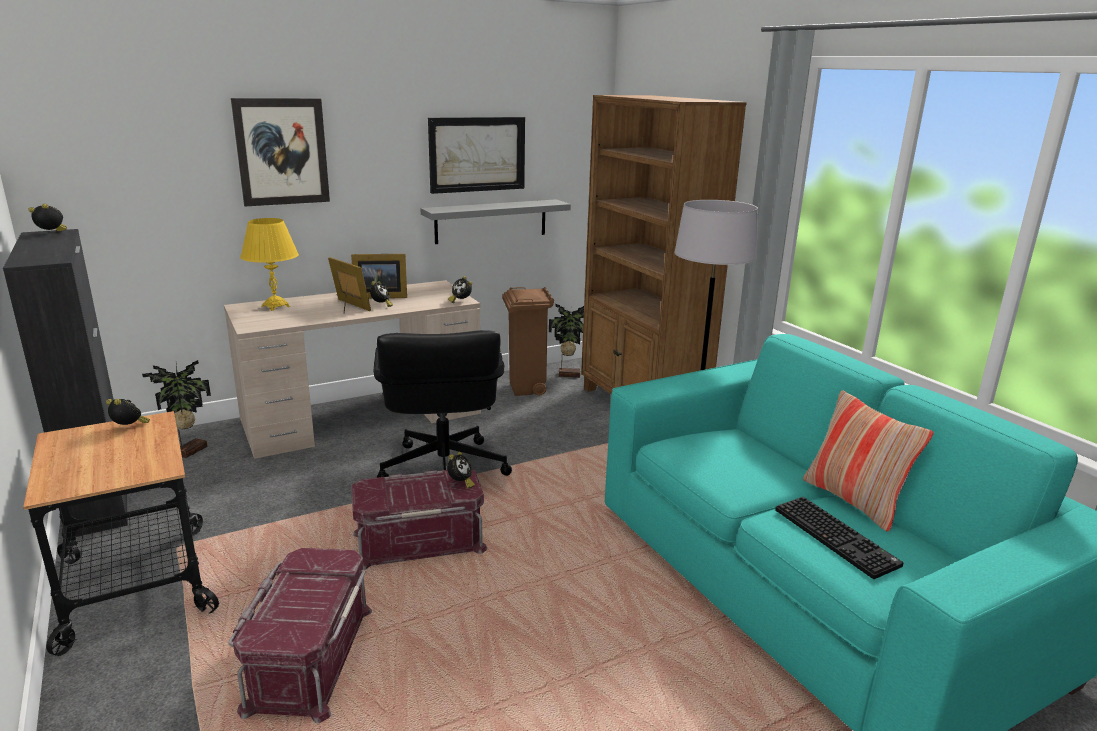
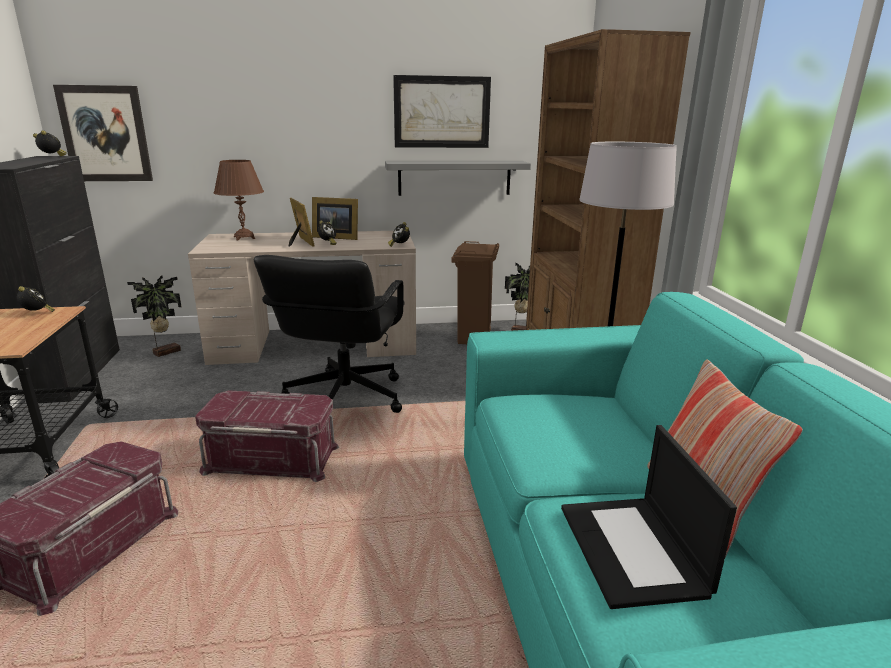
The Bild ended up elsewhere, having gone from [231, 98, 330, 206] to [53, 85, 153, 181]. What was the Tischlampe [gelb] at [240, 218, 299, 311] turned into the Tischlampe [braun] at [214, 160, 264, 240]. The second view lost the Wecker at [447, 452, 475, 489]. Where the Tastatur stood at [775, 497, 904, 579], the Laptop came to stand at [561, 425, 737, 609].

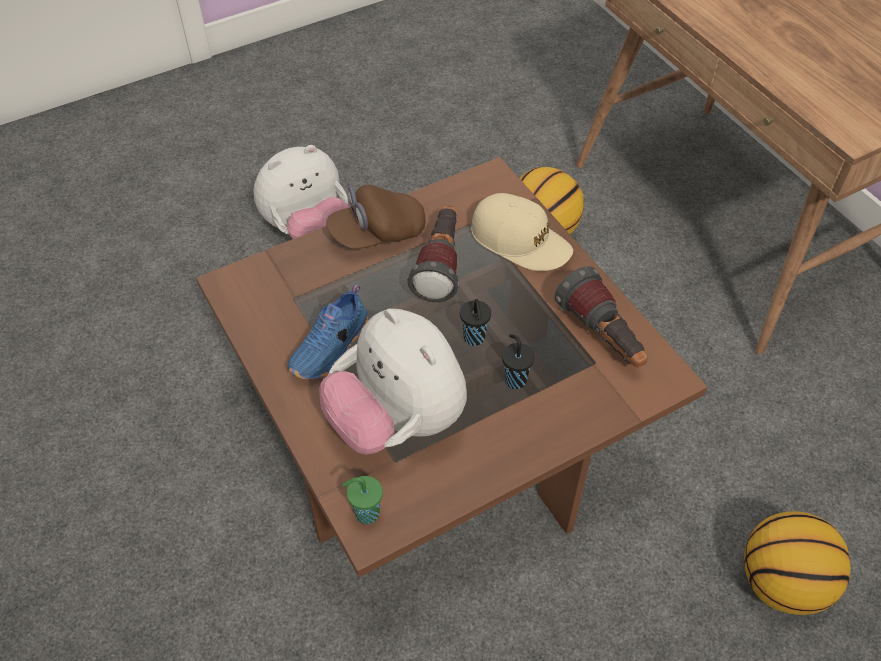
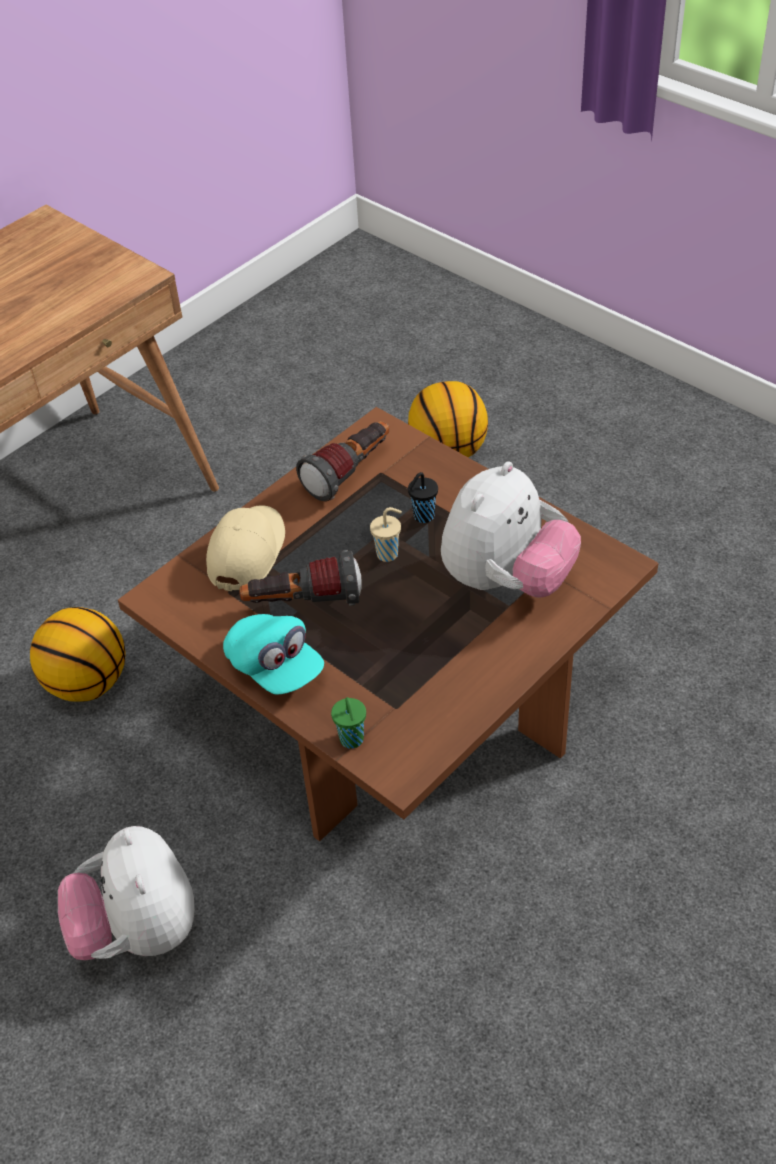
The Plüschtier at [254, 145, 349, 239] ended up facing another way, 150 degrees counterclockwise from before. The second view lost the Schuh [blau] at [288, 284, 368, 380]. What was the Kappe [braun] at [326, 184, 425, 249] turned into the Kappe [türkis] at [223, 614, 324, 695]. The Tasse [grün] ended up elsewhere, having gone from [342, 476, 383, 524] to [331, 697, 366, 749]. What was the Tasse [schwarz] at [460, 299, 491, 346] turned into the Tasse [beige] at [370, 507, 402, 562].

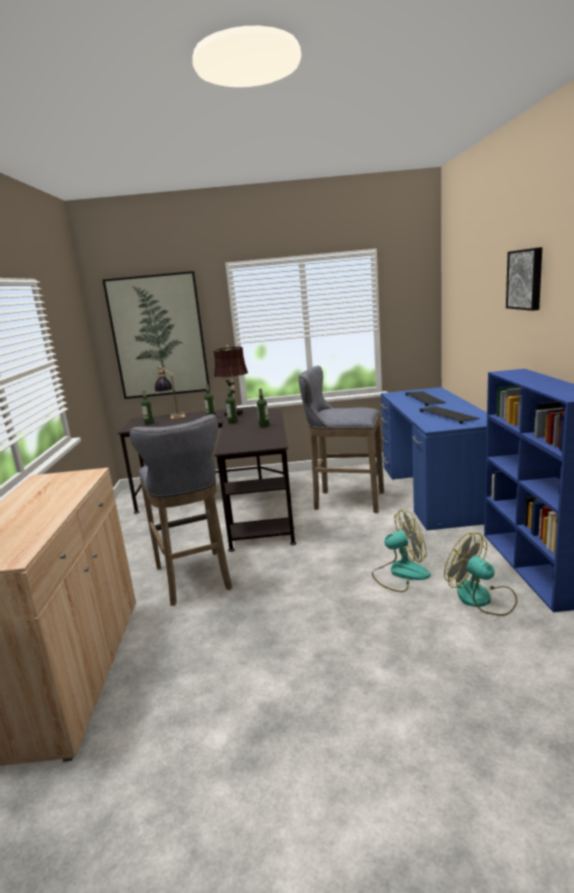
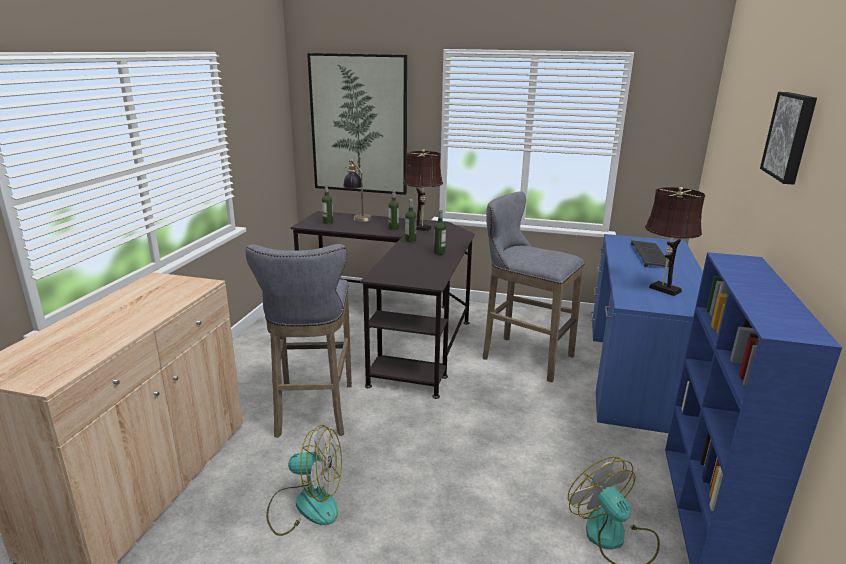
The Ventilator ended up elsewhere, having gone from [372, 510, 430, 592] to [266, 425, 342, 536]. Where the Tastatur stood at [420, 406, 480, 424], the Tischlampe [braun] came to stand at [645, 187, 705, 296].

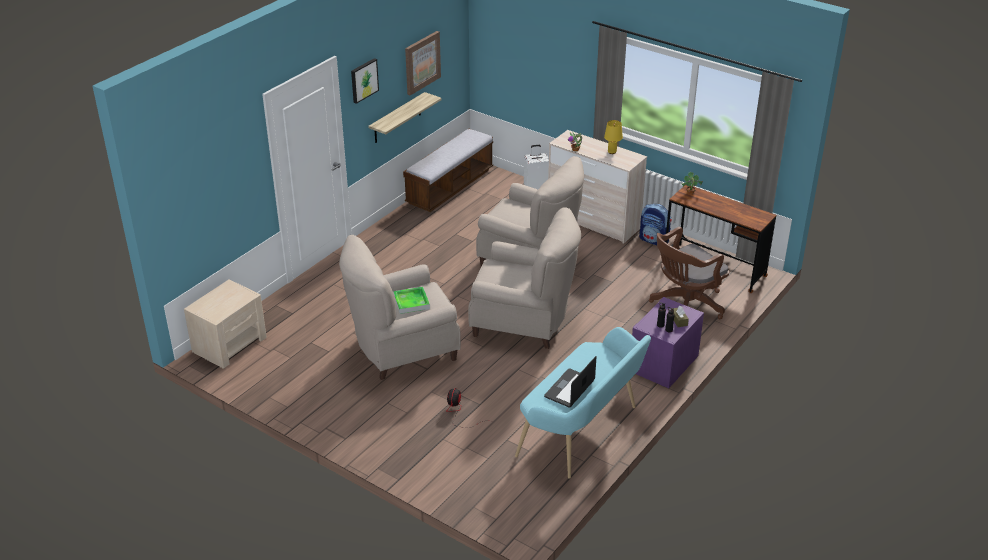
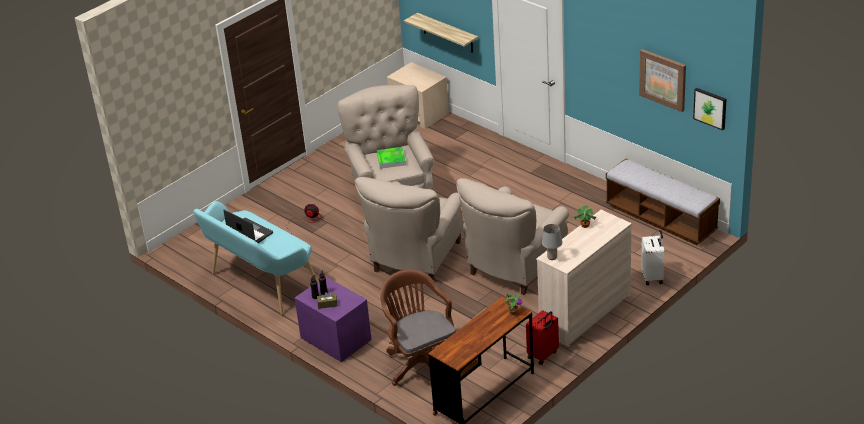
The Bild ended up elsewhere, having gone from [351, 58, 379, 104] to [693, 88, 726, 130]. The Wandregal ended up elsewhere, having gone from [368, 92, 442, 143] to [404, 13, 478, 53]. The second view lost the Tischlampe [gelb] at [604, 120, 623, 154]. Where the Rucksack stood at [639, 204, 672, 245], the Koffer [rot] came to stand at [526, 310, 559, 365]. The second view gained the Tischlampe [grau] at [542, 224, 562, 260].

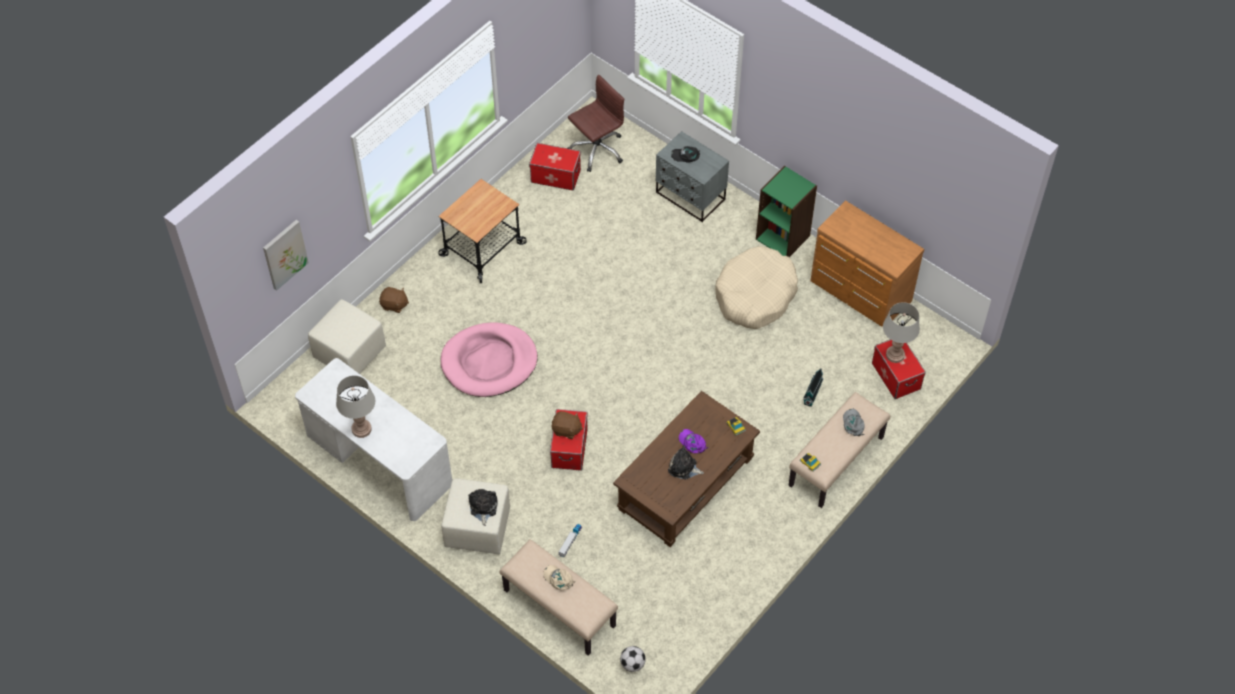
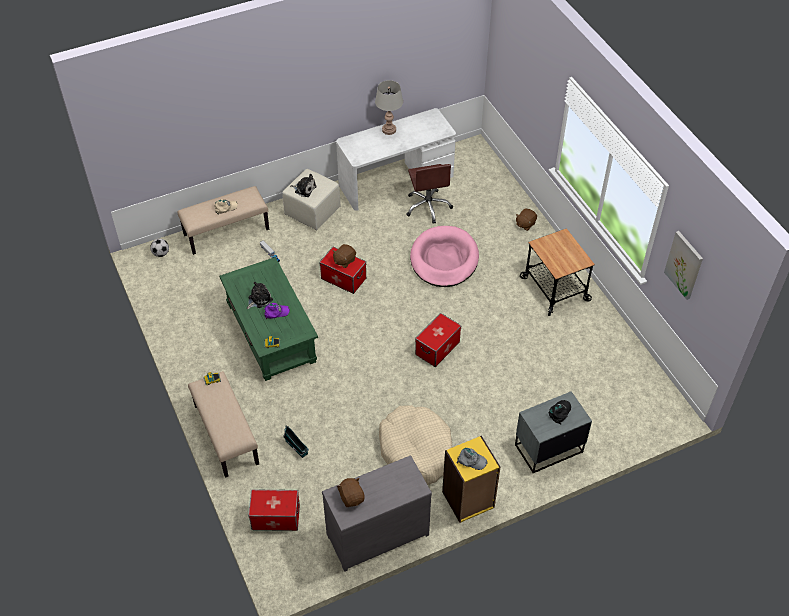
The Bild ended up elsewhere, having gone from [263, 220, 309, 291] to [664, 231, 703, 300]. The second view lost the Polsterhocker [beige] at [308, 299, 386, 374]. The Aufbewahrungsbox ended up elsewhere, having gone from [529, 143, 581, 191] to [415, 313, 461, 367]. The Bürostuhl [braun] ended up elsewhere, having gone from [568, 75, 624, 172] to [406, 164, 453, 224]. What was the Couchtisch [braun] at [613, 391, 760, 547] turned into the Couchtisch [grün] at [219, 257, 318, 381]. What was the Bücherregal [grün] at [756, 166, 817, 257] turned into the Bücherregal [gelb] at [442, 436, 500, 523]. What was the Kommode [braun] at [810, 200, 924, 327] turned into the Kommode [grau] at [322, 455, 432, 572]. The Kappe [grau] ended up elsewhere, having gone from [843, 409, 865, 436] to [456, 448, 487, 470]. The second view lost the Tischlampe [grau] at [883, 302, 920, 363]. The second view gained the Plüschtier [braun] at [337, 478, 365, 507].

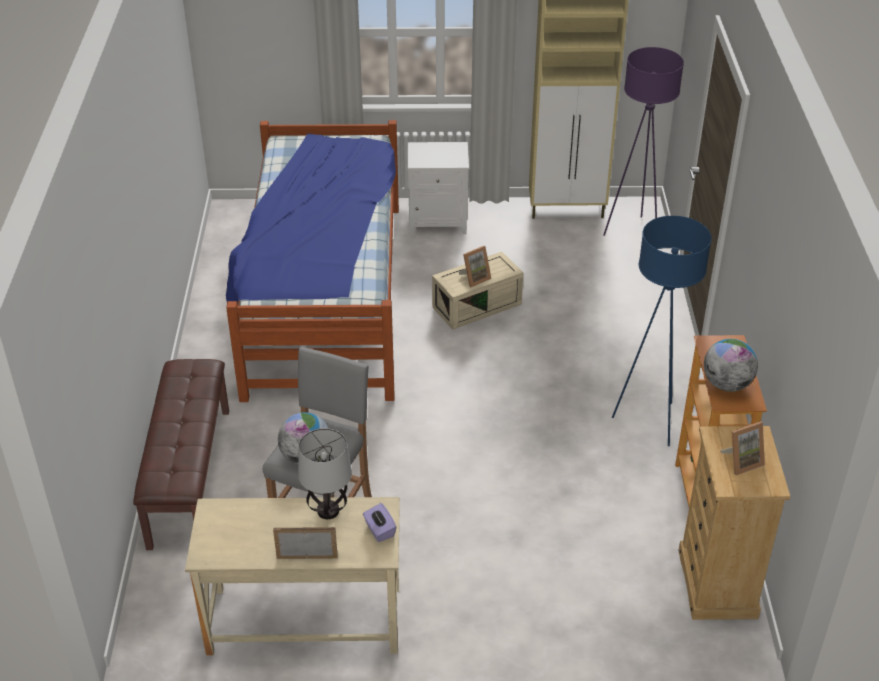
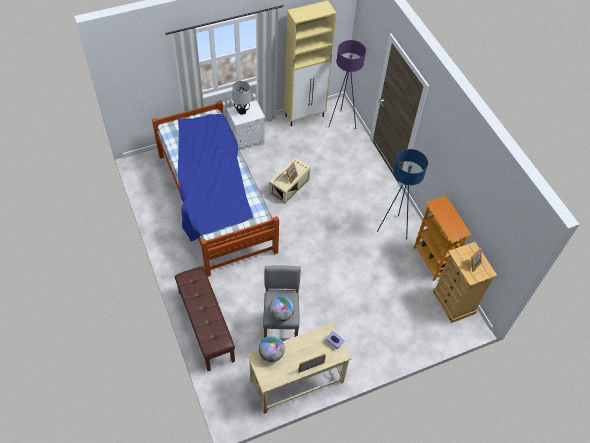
The Tischlampe ended up elsewhere, having gone from [298, 428, 352, 519] to [232, 81, 251, 115]. The Globus ended up elsewhere, having gone from [704, 339, 758, 392] to [259, 336, 285, 362].

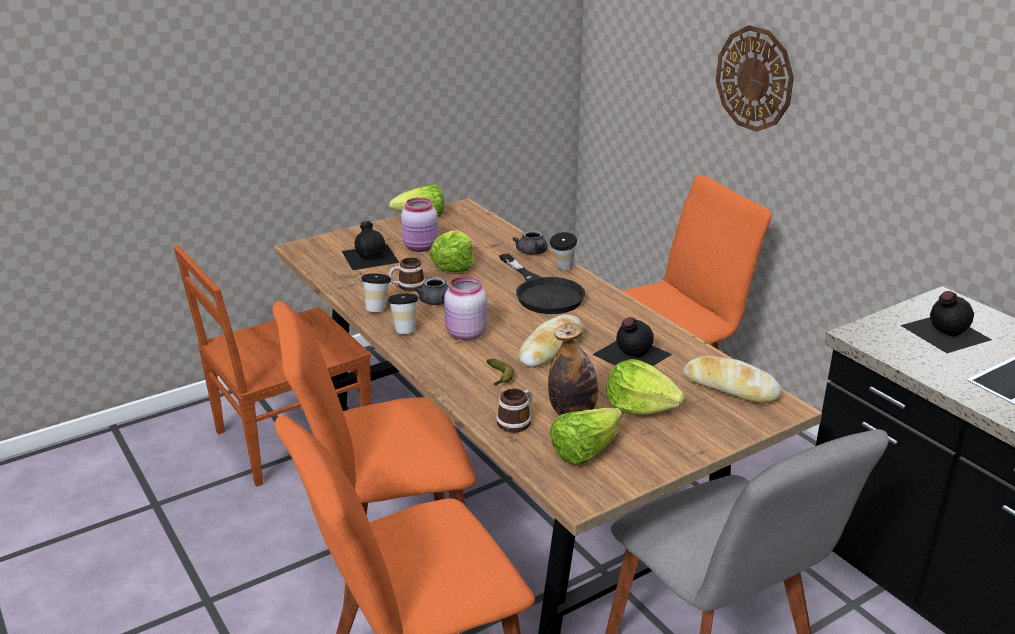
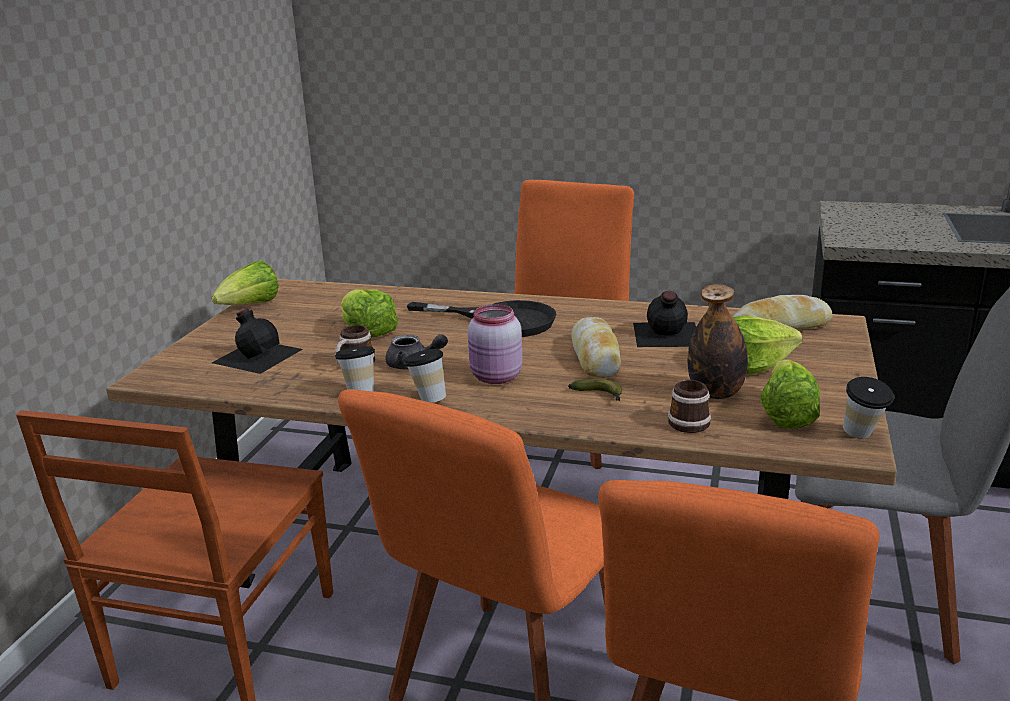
The second view lost the Vorratsglas [rosa] at [401, 198, 438, 252]. The second view lost the Teekanne [grau] at [513, 230, 548, 255]. The Tasse ended up elsewhere, having gone from [550, 232, 577, 270] to [843, 377, 894, 439]. The second view lost the Wanduhr at [716, 25, 794, 132]. The second view lost the Flasche [schwarz] at [900, 291, 992, 353].

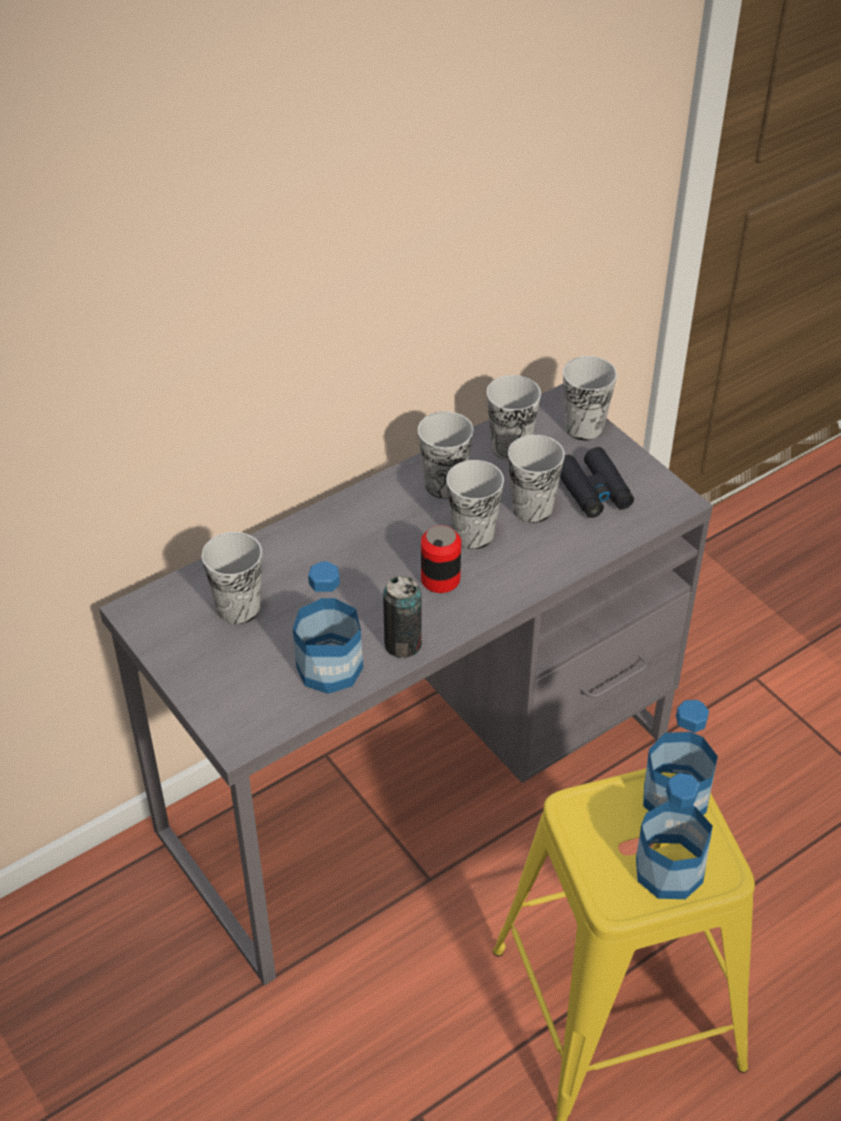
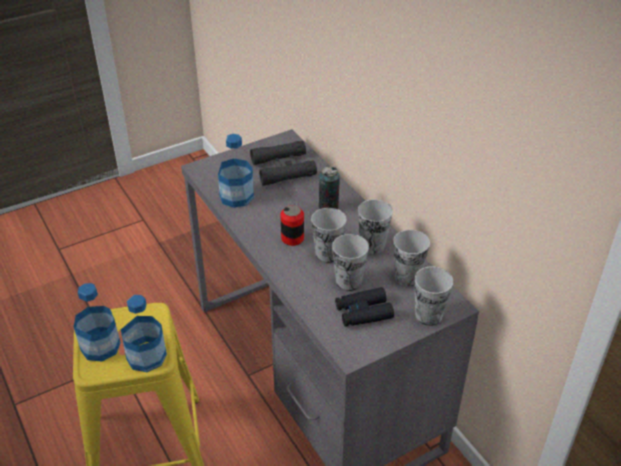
Where the Tasse stood at [202, 532, 262, 625], the Fernglas [schwarz] came to stand at [250, 141, 317, 186]. The Dose ended up elsewhere, having gone from [383, 575, 422, 658] to [318, 166, 340, 209].

